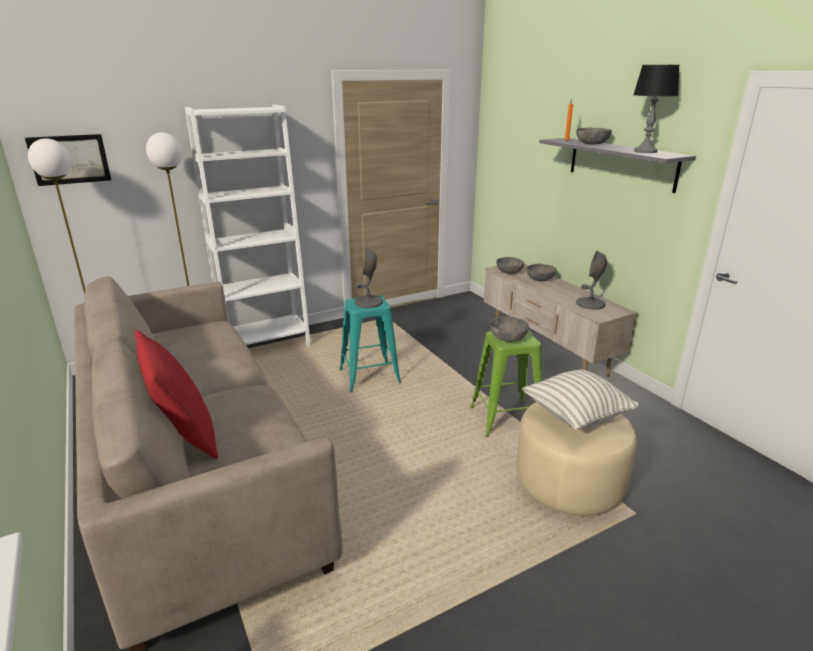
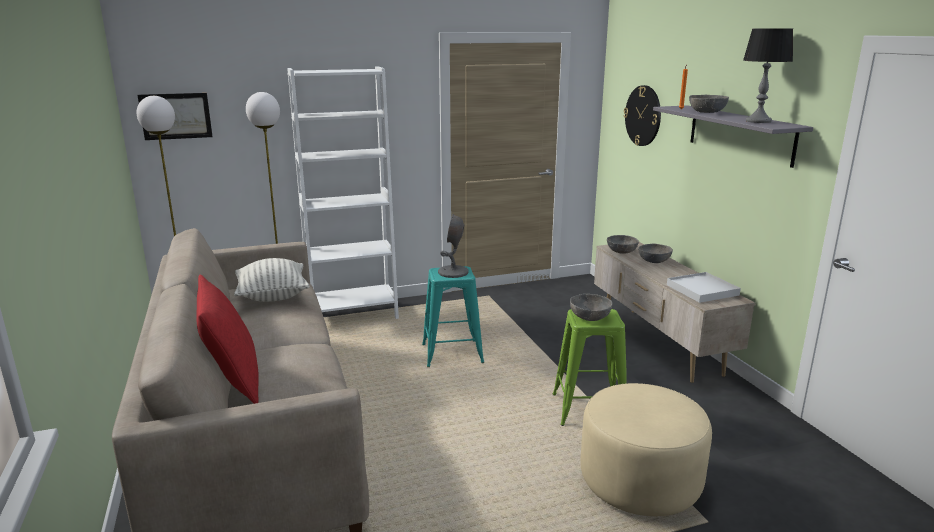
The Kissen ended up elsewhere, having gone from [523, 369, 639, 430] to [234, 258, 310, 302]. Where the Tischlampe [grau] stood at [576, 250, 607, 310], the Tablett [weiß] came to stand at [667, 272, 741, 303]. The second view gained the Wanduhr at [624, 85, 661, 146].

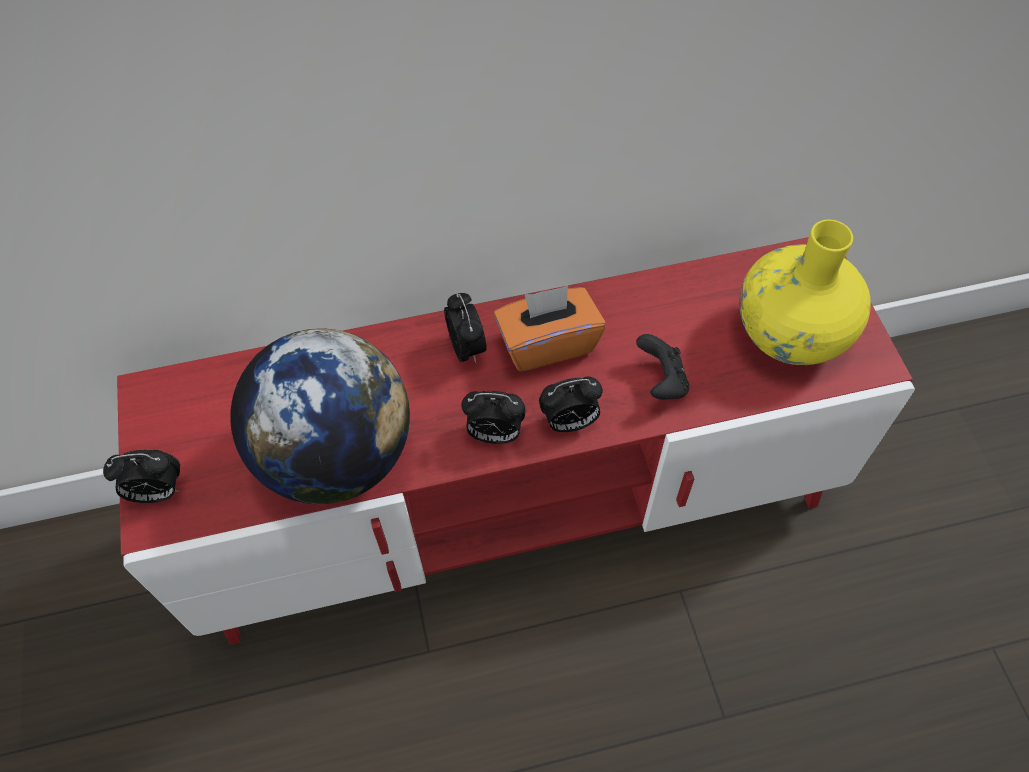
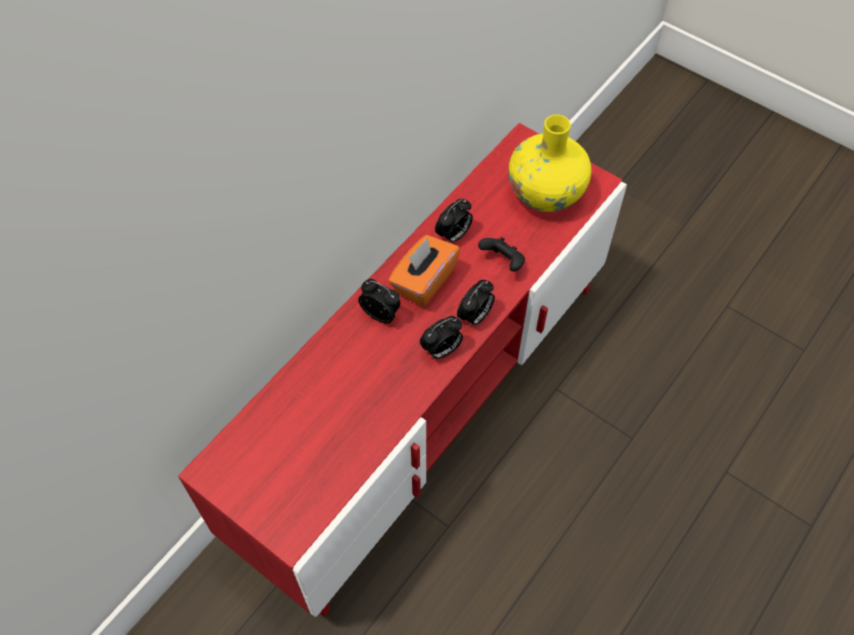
The Wecker ended up elsewhere, having gone from [103, 450, 180, 503] to [435, 199, 473, 242]. The second view lost the Globus at [230, 328, 410, 504].

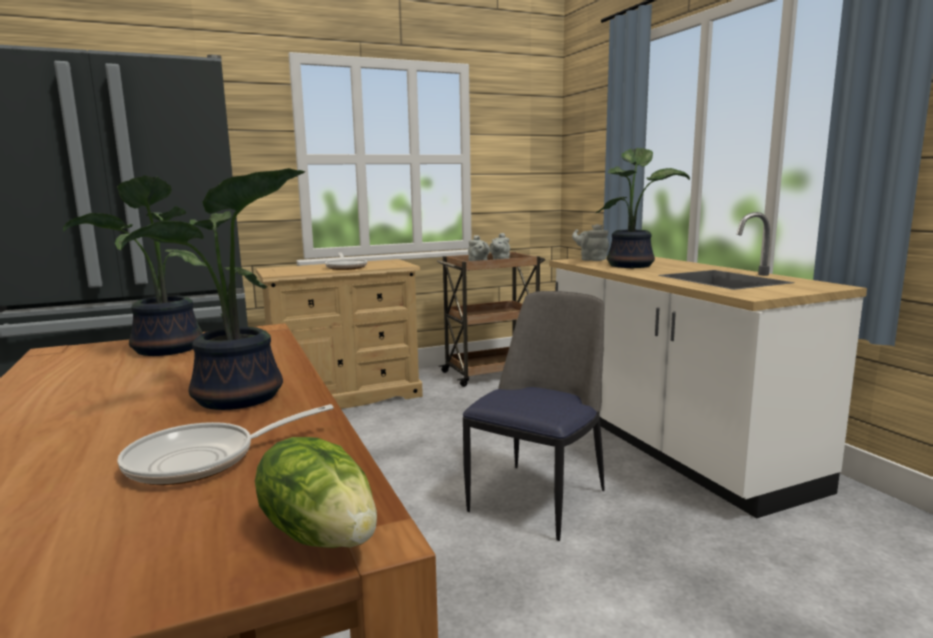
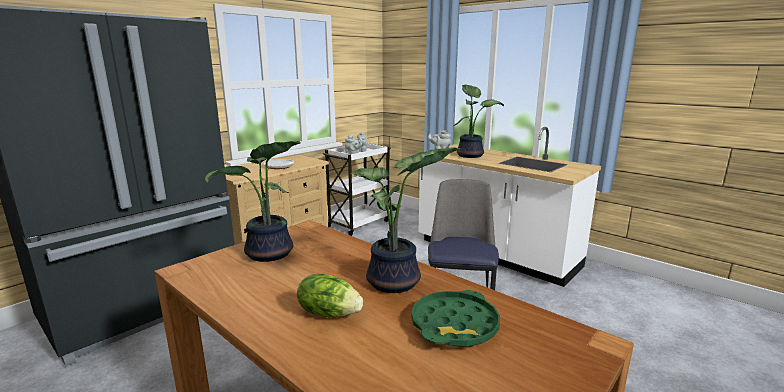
Where the Pfanne stood at [117, 404, 334, 485], the Tablett [grün] came to stand at [411, 290, 500, 347]. The Salatkopf ended up elsewhere, having gone from [255, 437, 377, 548] to [297, 274, 363, 317]. What was the Rollwagen [braun] at [437, 252, 545, 387] turned into the Rollwagen [weiß] at [323, 144, 391, 236].

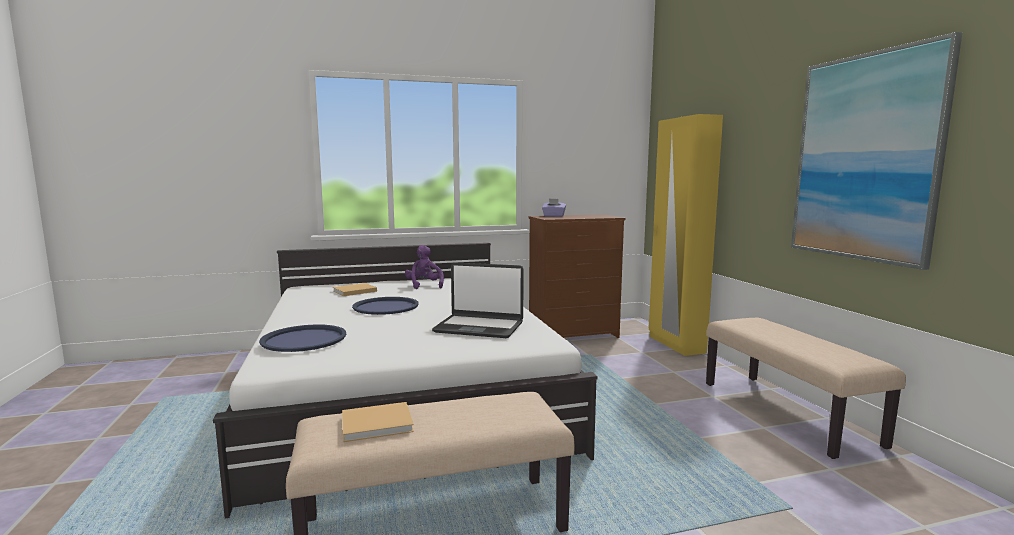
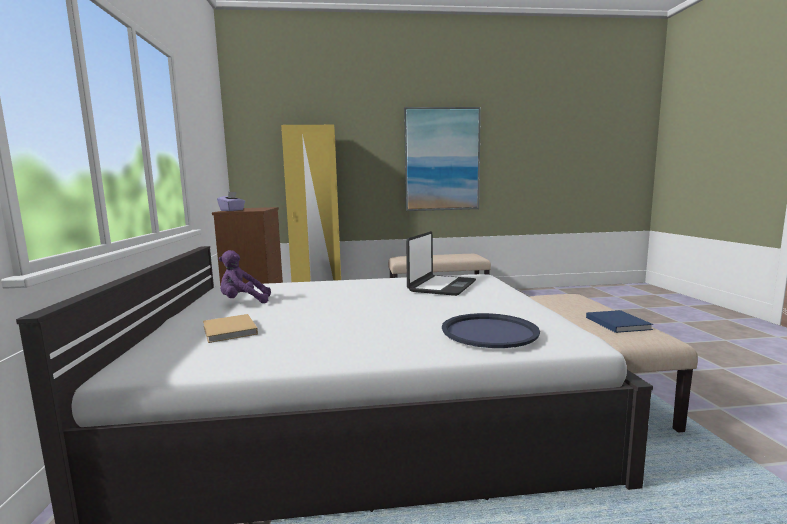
What was the Buch [beige] at [342, 402, 414, 442] turned into the Buch [blau] at [586, 310, 653, 333]. The second view lost the Tablett [blau] at [352, 297, 419, 315].

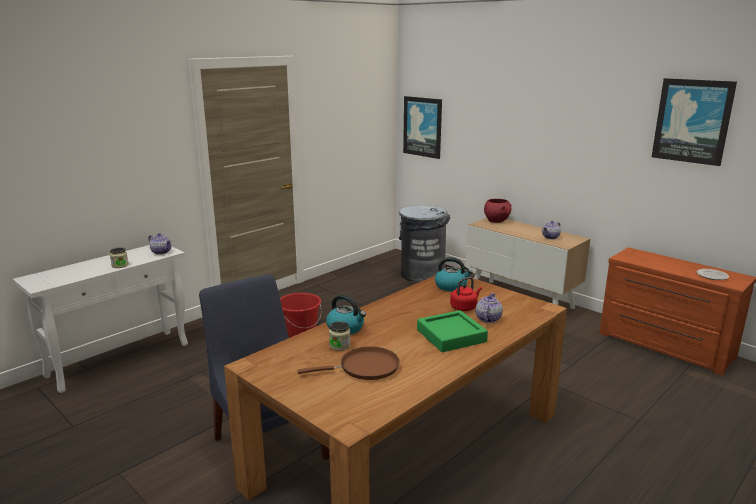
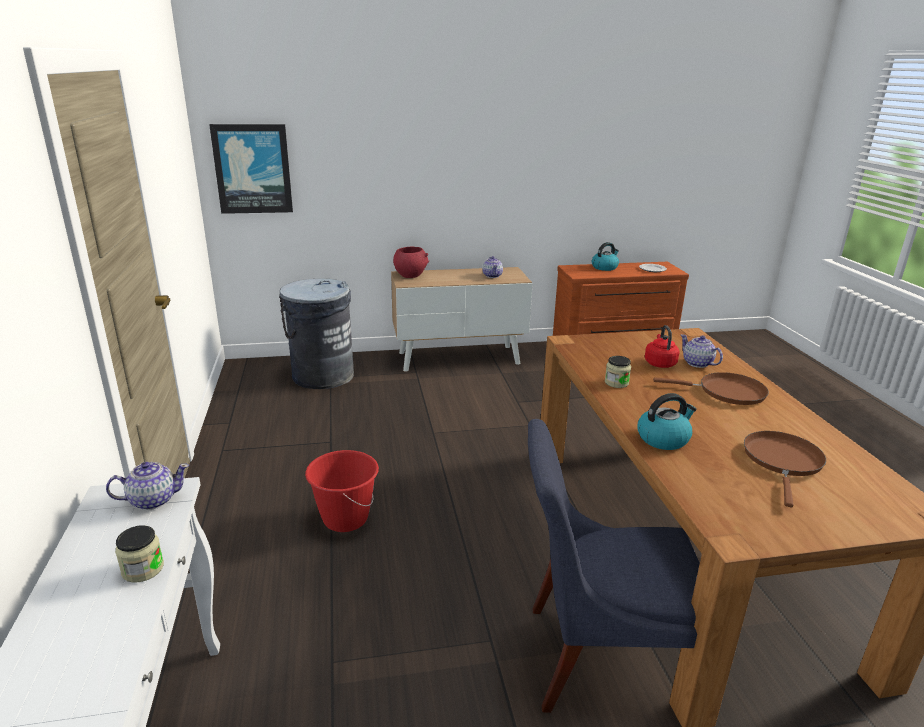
The Vorratsglas ended up elsewhere, having gone from [329, 322, 351, 351] to [605, 356, 631, 388]. Where the Tablett [grün] stood at [417, 310, 488, 352], the Pfanne [braun] came to stand at [653, 372, 769, 405]. The Wasserkessel ended up elsewhere, having gone from [435, 257, 473, 292] to [592, 242, 619, 271]. The second view lost the Bild at [652, 78, 737, 166].

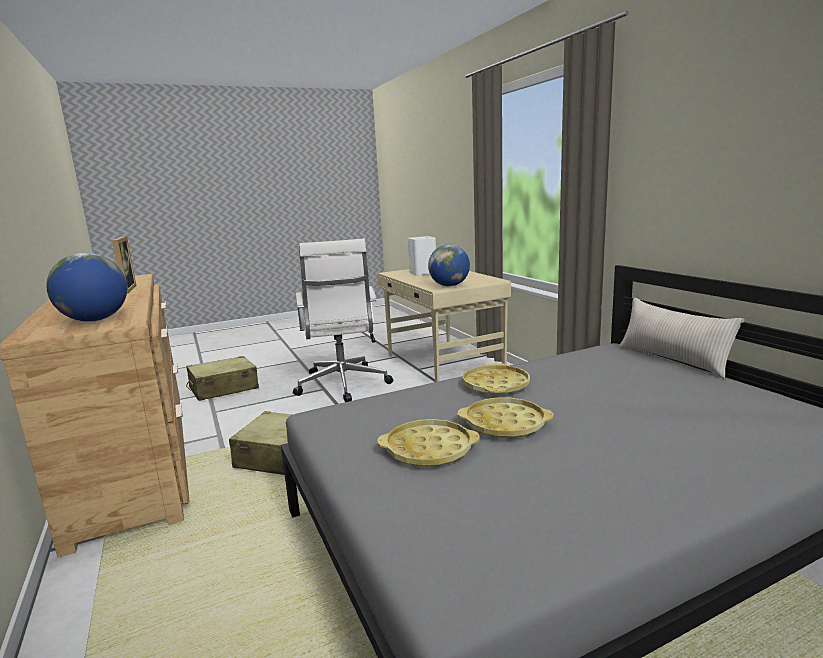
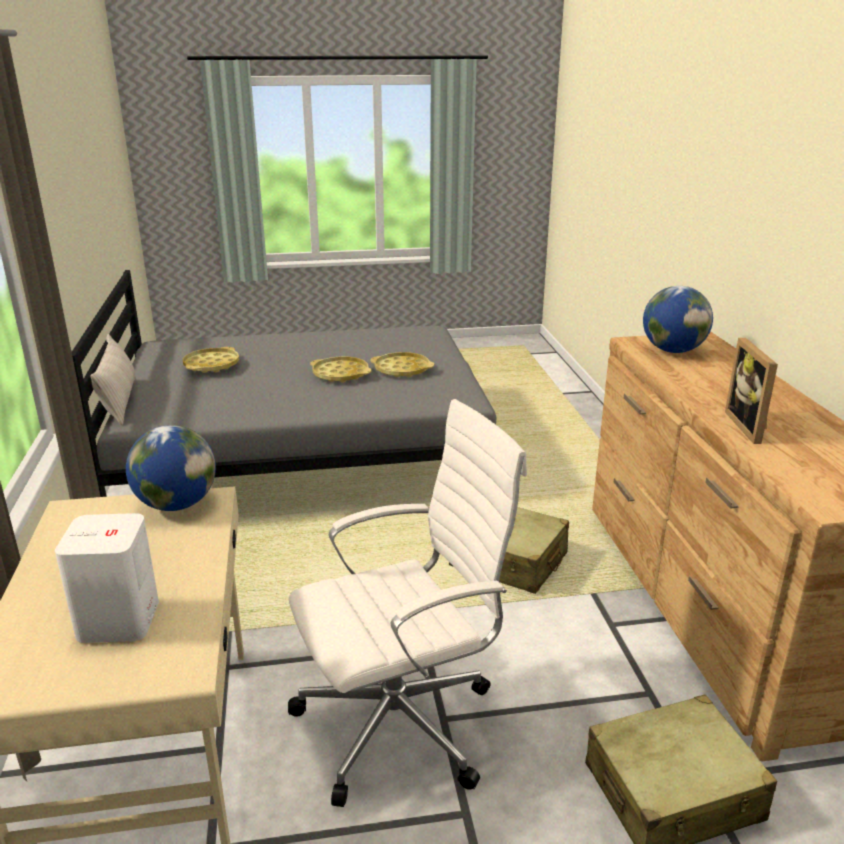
The Bürostuhl [weiß] at [293, 239, 393, 402] ended up facing another way, 60 degrees clockwise from before. The Tablett [gelb] ended up elsewhere, having gone from [463, 363, 530, 394] to [183, 347, 239, 373].

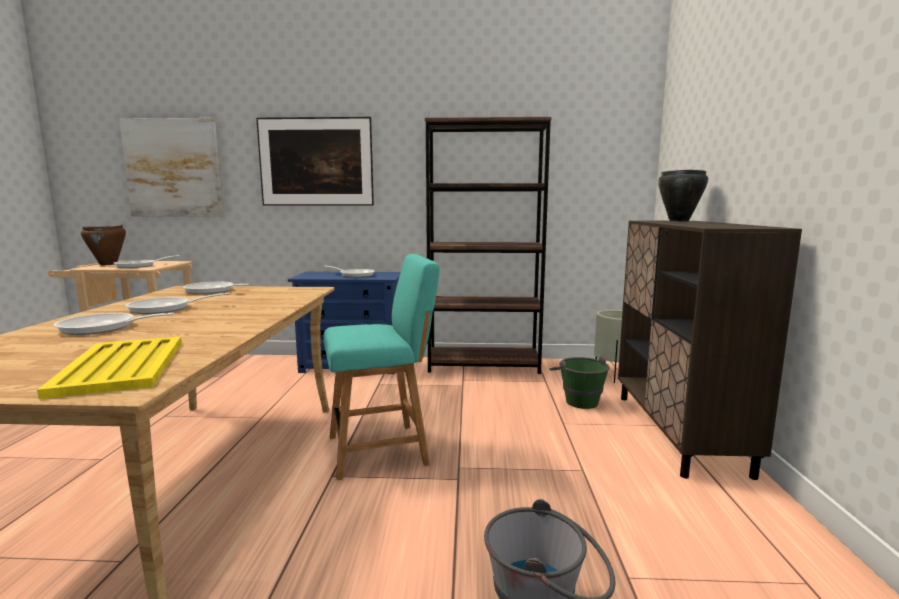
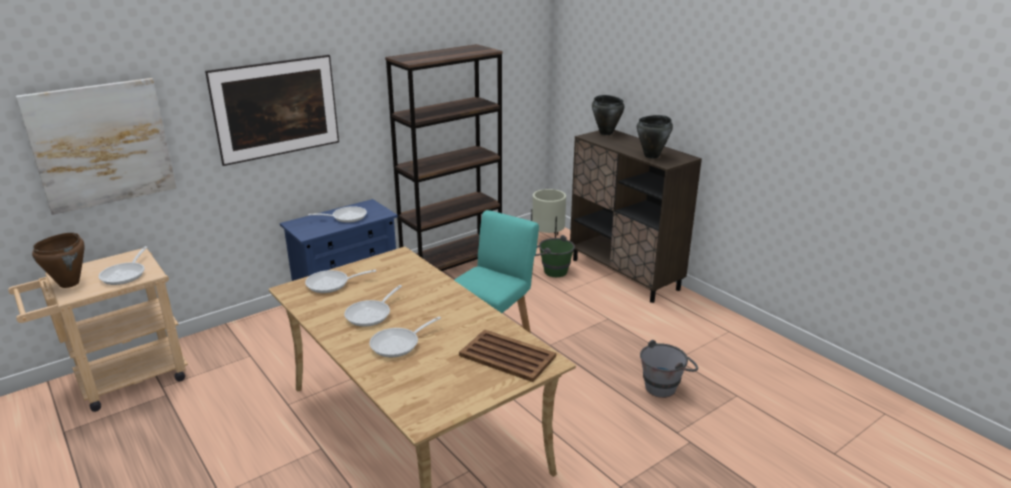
What was the Tablett [gelb] at [37, 336, 182, 399] turned into the Tablett [braun] at [459, 329, 556, 382]. The second view gained the Kochtopf [schwarz] at [637, 115, 673, 159].

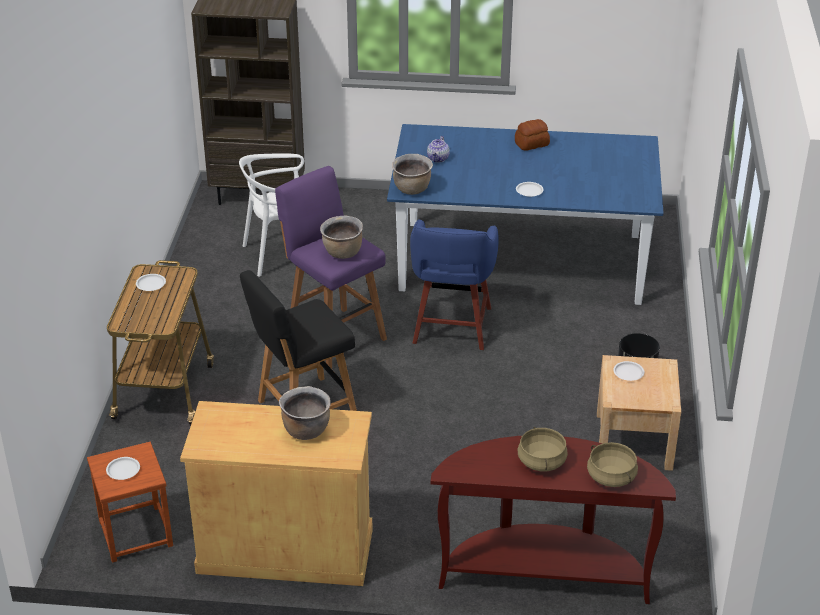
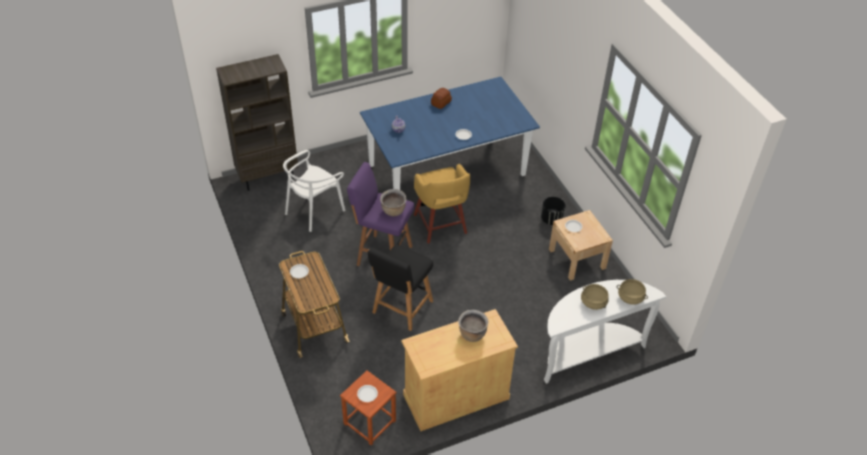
The second view lost the Kochtopf [braun] at [392, 154, 433, 195]. What was the Hocker [blau] at [410, 219, 499, 350] turned into the Hocker [gelb] at [414, 164, 470, 243]. What was the Konsolentisch [braun] at [431, 436, 676, 604] turned into the Konsolentisch [weiß] at [544, 280, 666, 384].

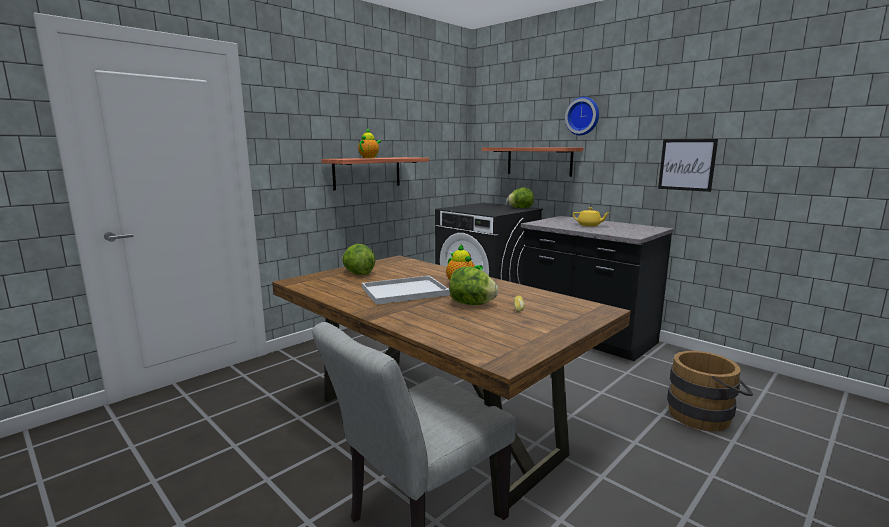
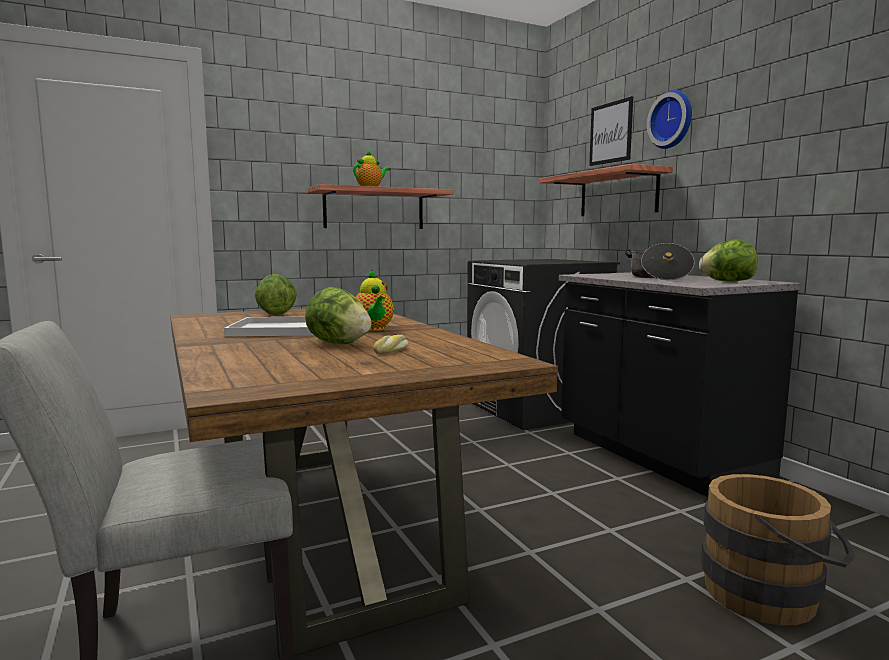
The Salatkopf ended up elsewhere, having gone from [507, 187, 534, 208] to [699, 240, 757, 282]. Where the Teekanne [gelb] stood at [573, 208, 609, 227], the Kochtopf came to stand at [625, 243, 695, 280]. The Bild ended up elsewhere, having gone from [658, 139, 718, 192] to [589, 96, 633, 166].

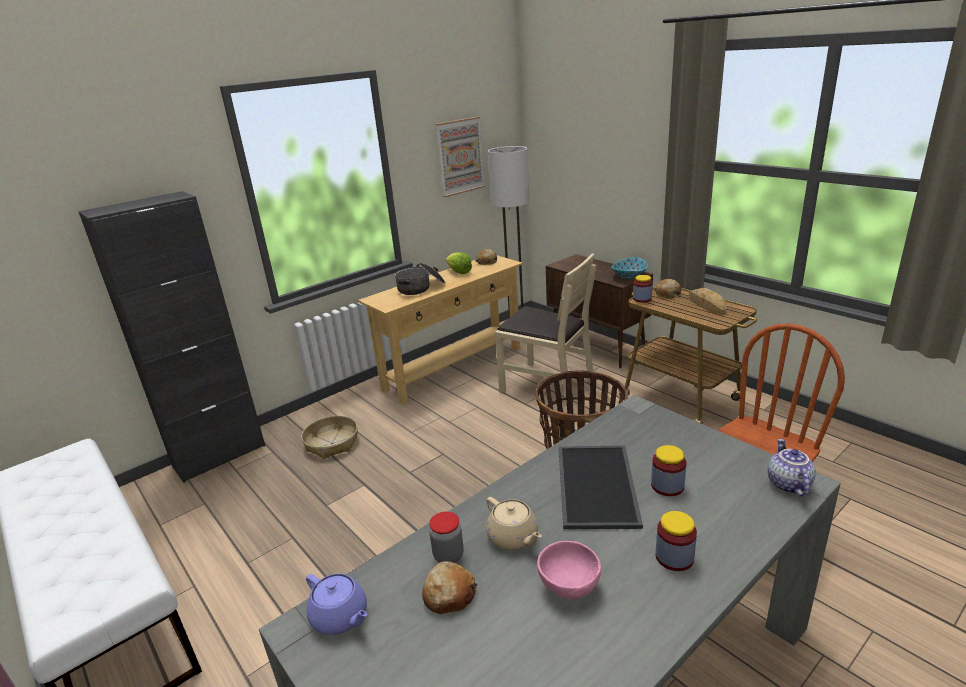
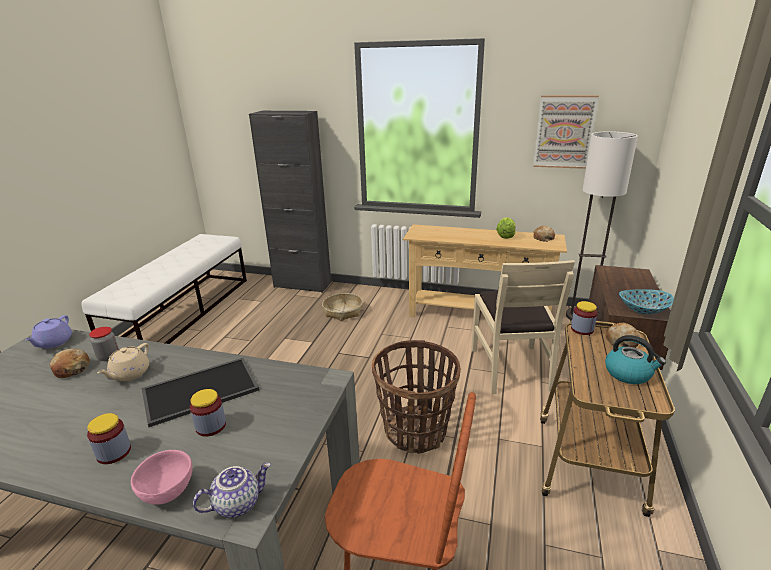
The second view lost the Kochtopf at [394, 263, 446, 295]. The Schüssel [rosa] ended up elsewhere, having gone from [537, 541, 601, 599] to [131, 450, 192, 505]. Where the Brot stood at [689, 288, 727, 315], the Wasserkessel came to stand at [605, 335, 666, 384].

